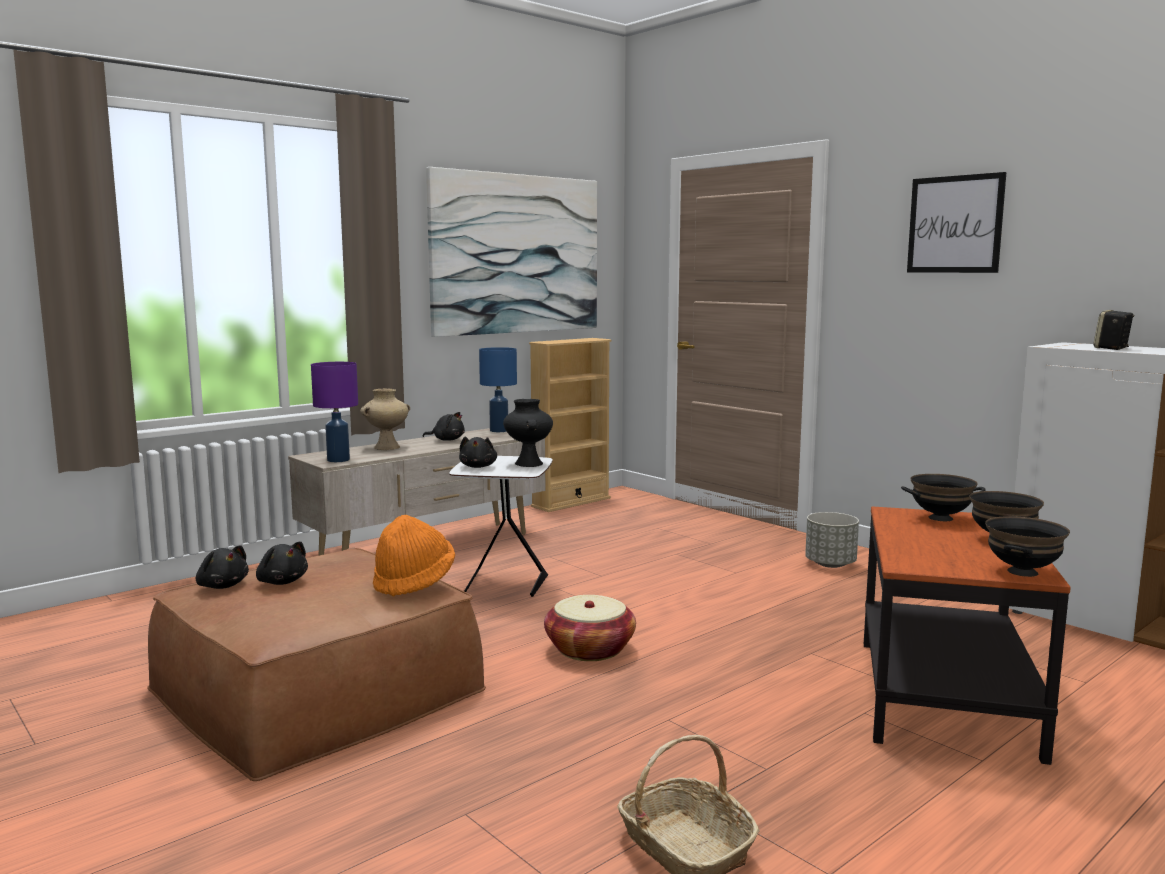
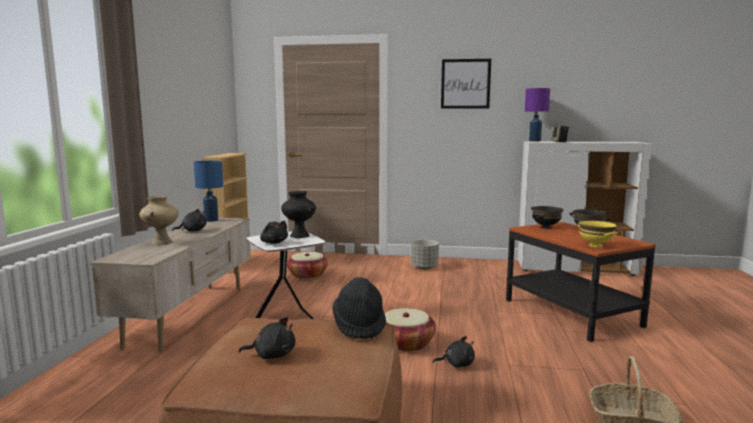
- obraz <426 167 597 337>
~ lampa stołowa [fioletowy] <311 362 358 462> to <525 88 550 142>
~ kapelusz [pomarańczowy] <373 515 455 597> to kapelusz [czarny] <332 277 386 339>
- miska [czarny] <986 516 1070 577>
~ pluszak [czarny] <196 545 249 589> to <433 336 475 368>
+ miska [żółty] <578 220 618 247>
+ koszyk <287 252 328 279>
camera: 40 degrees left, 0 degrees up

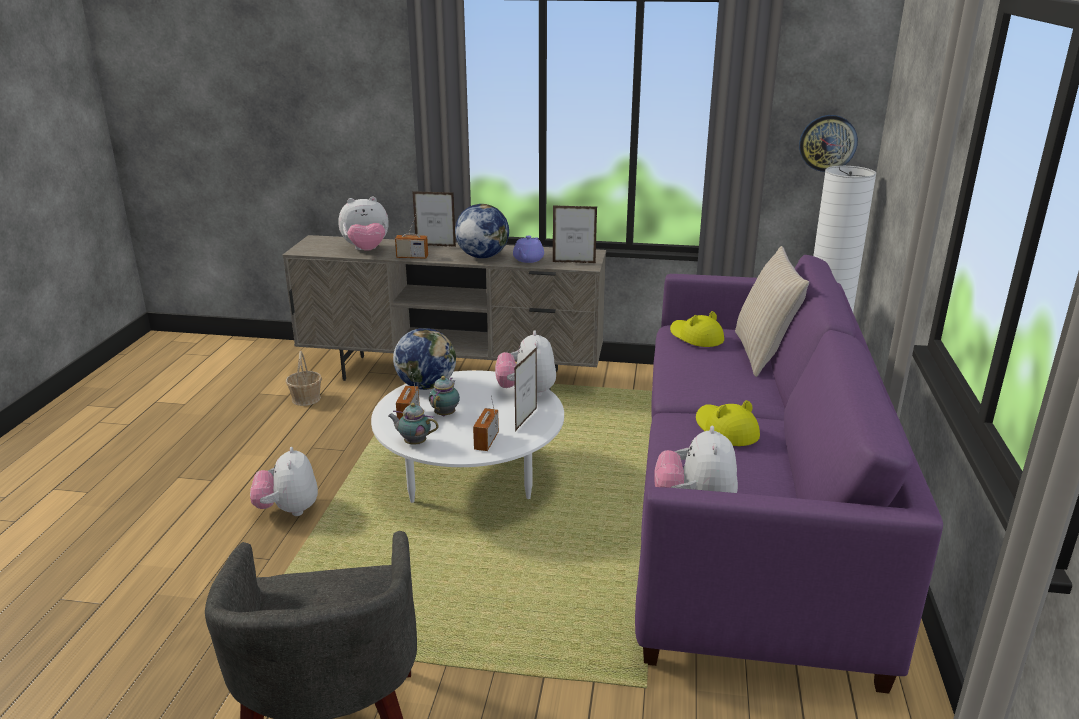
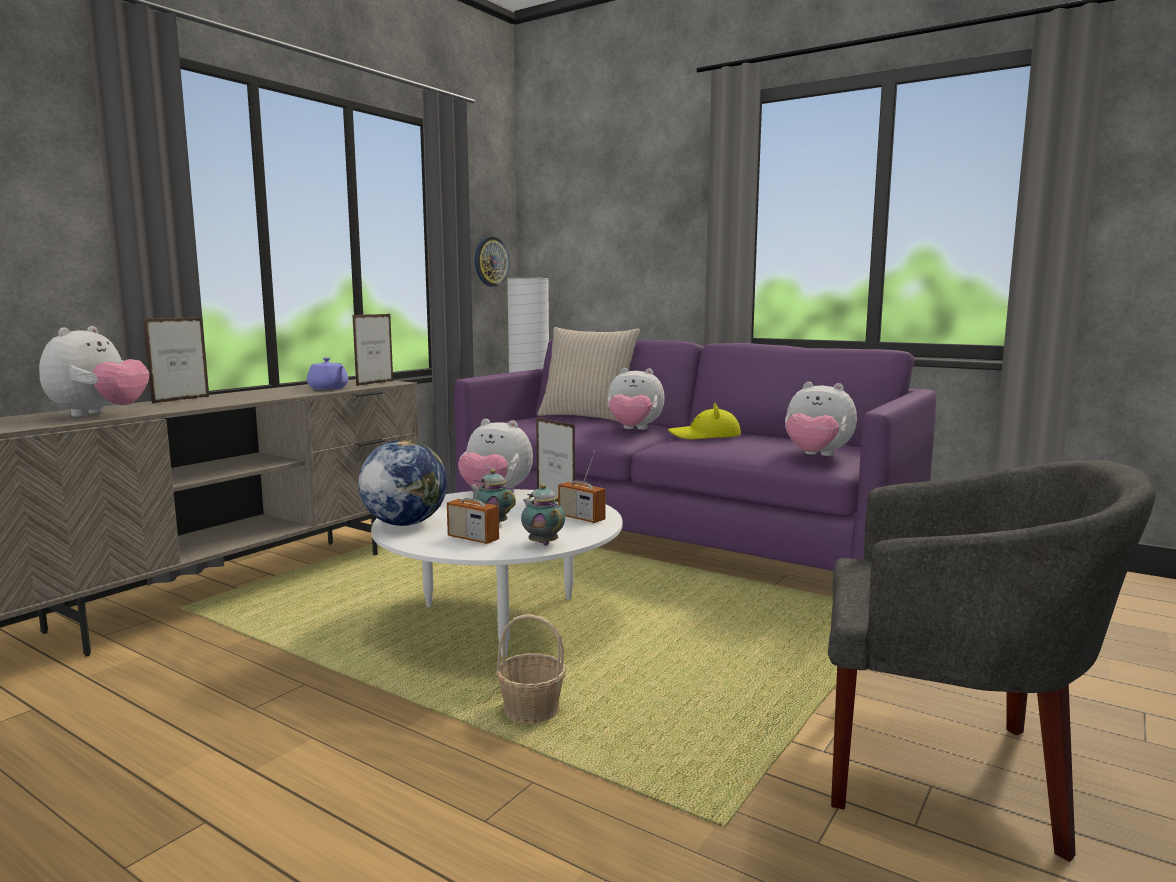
- globus <455 204 509 258>
- radio <395 212 428 259>
- kapelusz [żółty] <670 311 724 347>
~ koszyk <285 351 322 406> to <496 614 566 724>
~ imbryk <388 403 439 445> = <521 484 565 546> 105 degrees clockwise
~ pluszak <250 447 318 516> to <608 368 665 430>
camera: 65 degrees left, 15 degrees down

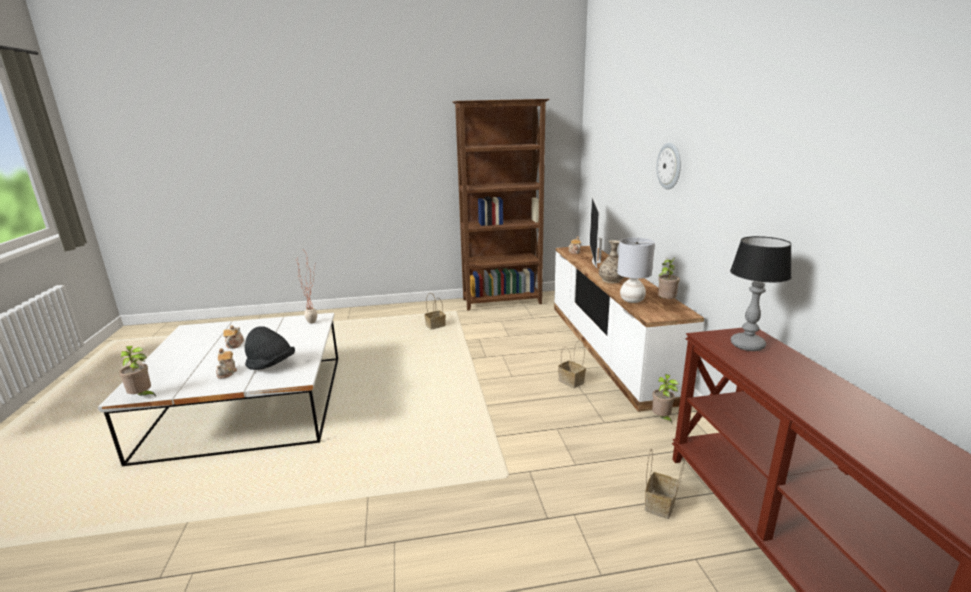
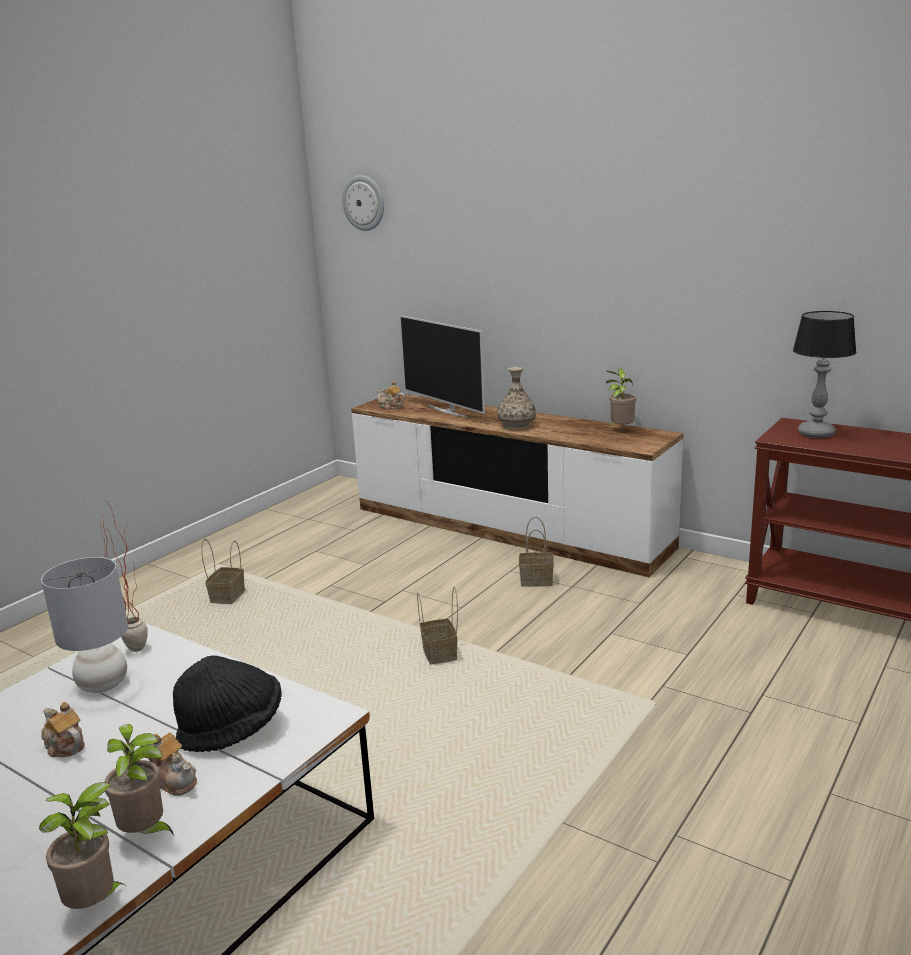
- regał [brązowy] <452 99 549 311>
~ zegar ścienny <657 143 681 190> to <342 175 384 231>
~ lampa stołowa [szary] <617 238 655 303> to <41 557 128 693>
~ roślina doniczkowa <652 374 678 423> to <104 724 174 835>
~ koszyk <645 449 685 519> to <417 587 458 664>
camera: 45 degrees left, 0 degrees up

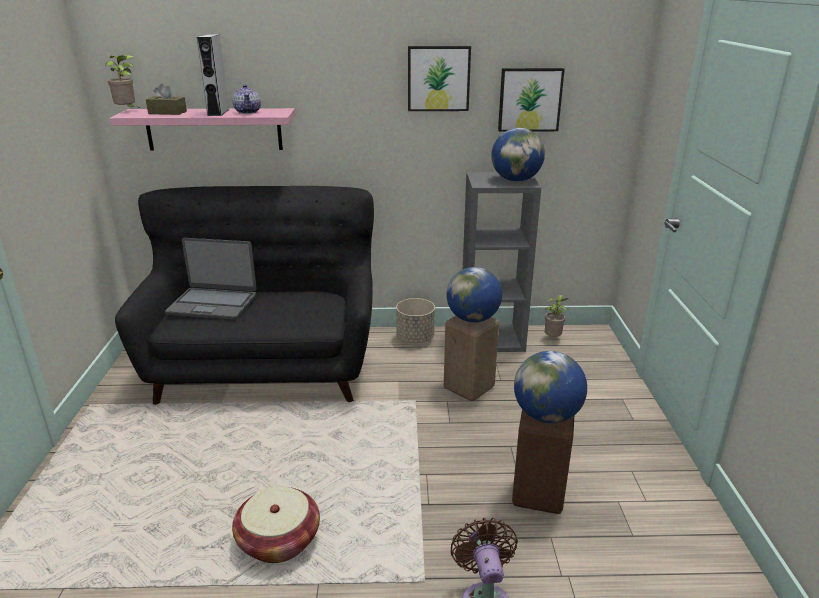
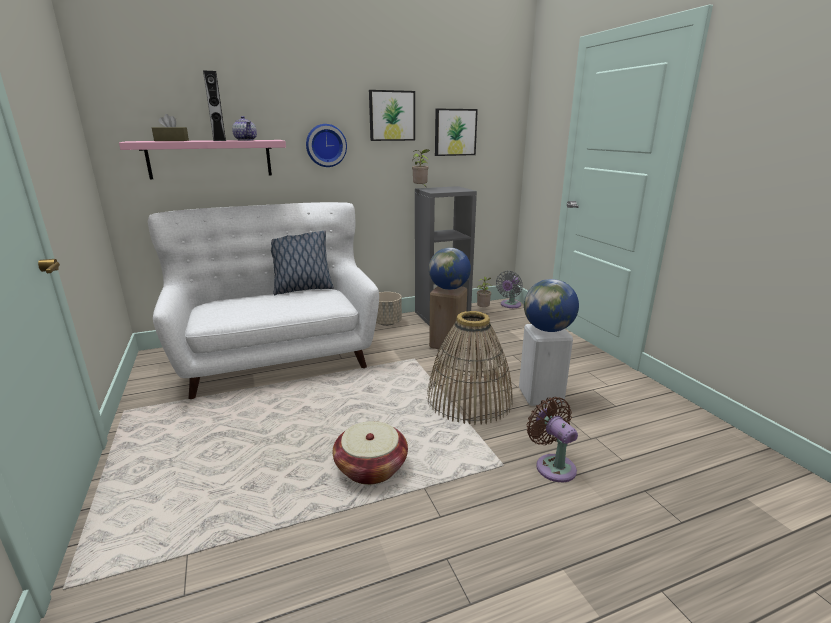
~ roślina doniczkowa <105 55 137 107> to <412 149 430 186>
- globus <491 128 545 182>
~ kanapa [czarny] <115 186 374 405> to kanapa [biały] <148 202 379 399>
- laptop <165 238 257 320>
~ stołek [brązowy] <512 409 574 514> to stołek [biały] <519 324 573 406>
+ zegar ścienny <306 124 347 167>
+ poduszka <271 230 334 295>
+ wentylator [szary] <496 271 523 308>
+ koszyk <427 311 513 425>
camera: 20 degrees left, 5 degrees down

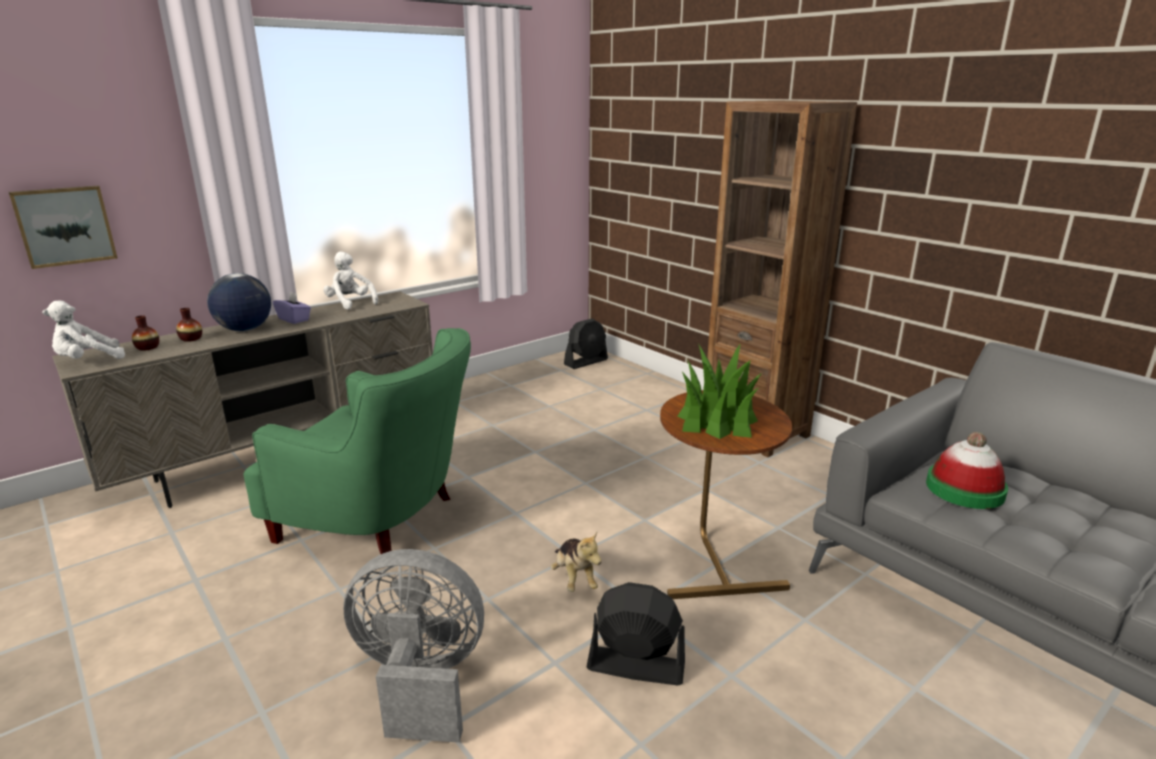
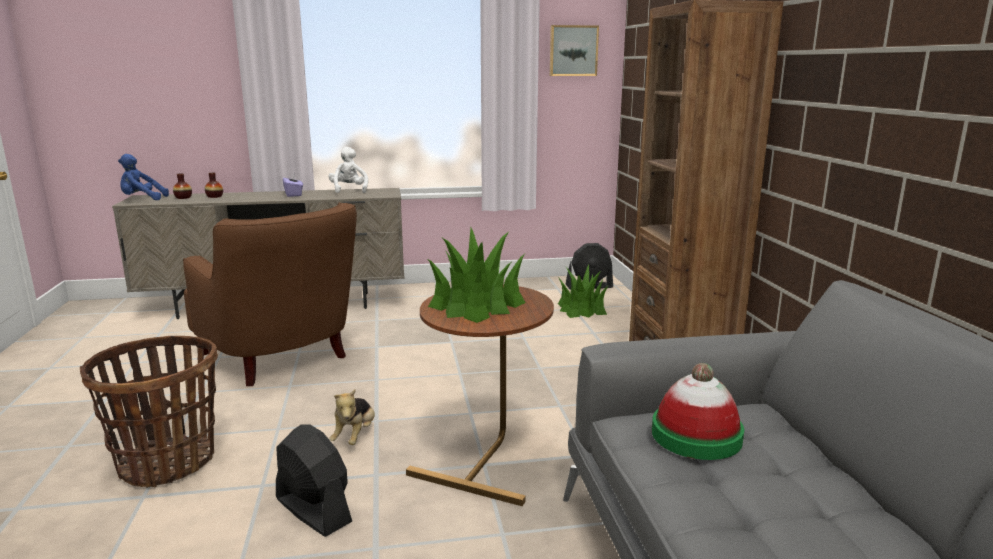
~ obraz <9 186 117 269> to <550 25 599 76>
- globus <207 273 271 331>
~ pluszak [biały] <42 301 125 359> to pluszak [niebieski] <118 154 169 200>
~ fotel [zielony] <244 328 471 554> to fotel [brązowy] <183 202 357 386>
~ wentylator [szary] <343 549 484 743> to koszyk <80 336 218 488>
+ roślina doniczkowa <558 265 608 318>
camera: 30 degrees right, 5 degrees down

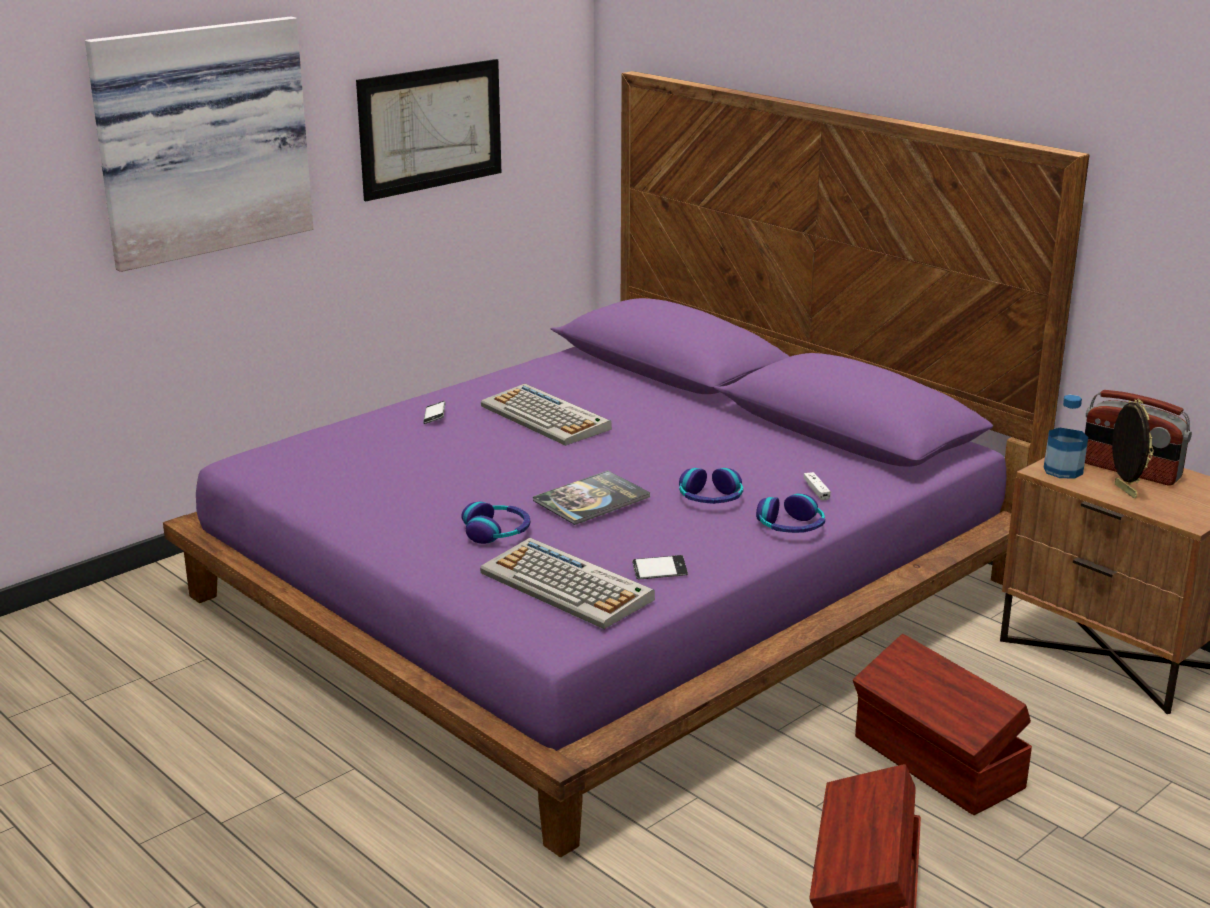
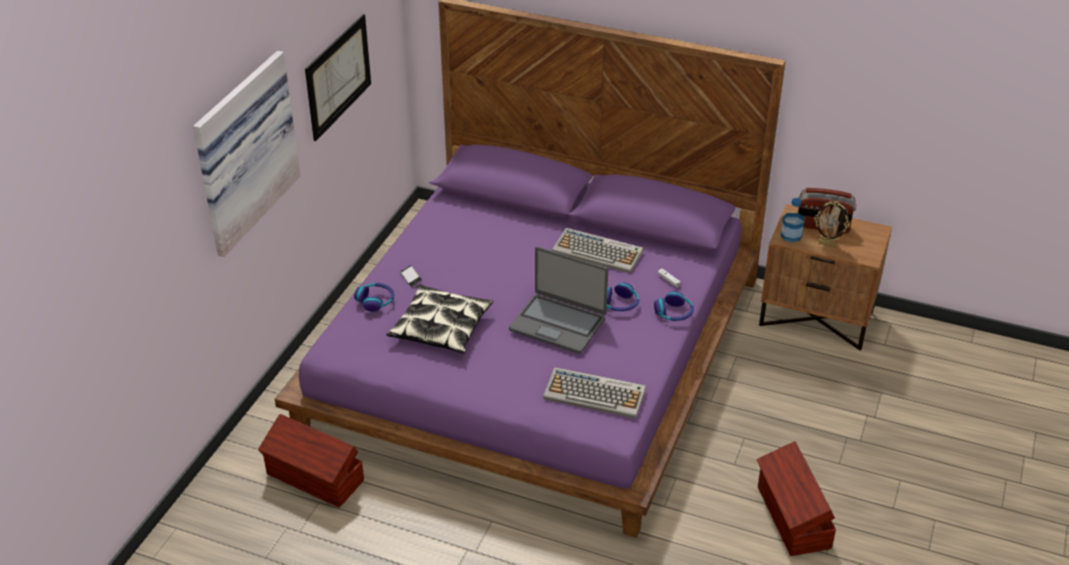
~ klawiatura <481 384 612 446> to <552 228 643 273>
~ ramka na zdjęcie <1112 399 1154 498> = <814 201 850 247> 150 degrees clockwise
~ książka <533 470 651 525> to laptop <509 247 608 354>
~ słuchawki <461 502 530 544> to <354 283 394 312>
- telefon <632 555 688 579>
~ pojemnik do przechowywania [brązowy] <853 634 1032 815> to <258 414 364 508>
+ poduszka <386 285 493 354>
camera: 25 degrees left, 15 degrees up

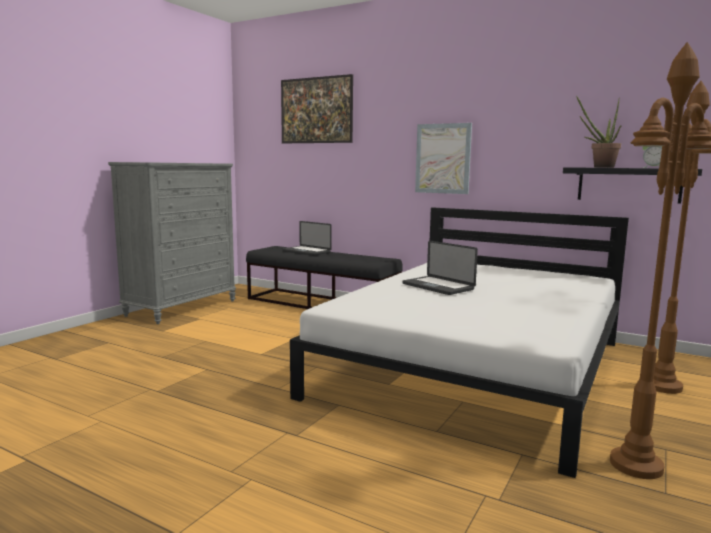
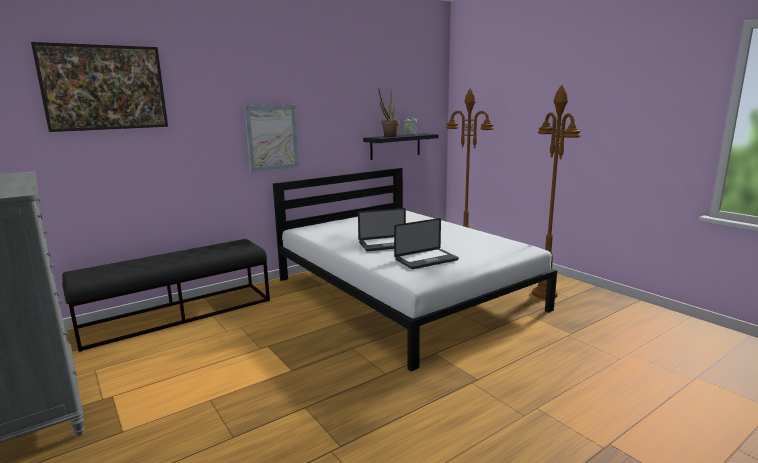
~ laptop <282 221 332 256> to <394 218 459 269>
camera: 65 degrees left, 5 degrees up

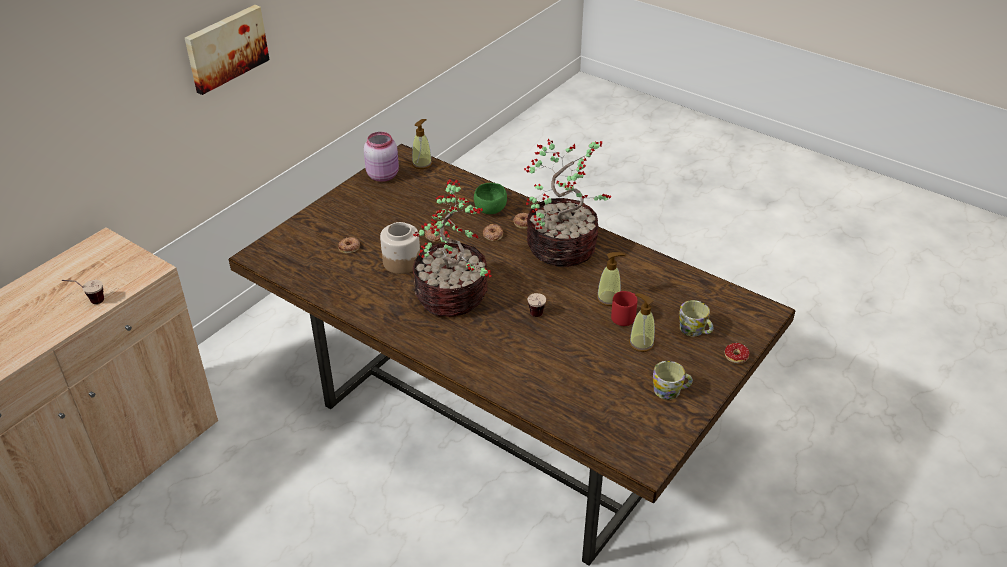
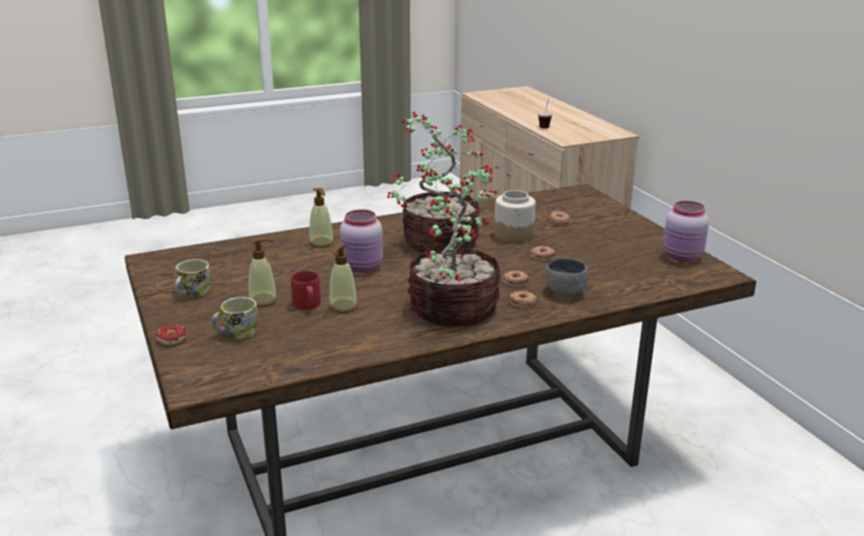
- obraz <185 5 269 95>
~ dozownik mydła <412 119 432 169> to <309 188 334 248>
~ miska [zielony] <474 183 507 214> to miska [szary] <545 258 589 296>
~ filiżanka <528 293 546 317> to słoik [różowy] <340 209 383 273>
camera: 120 degrees right, 15 degrees down

